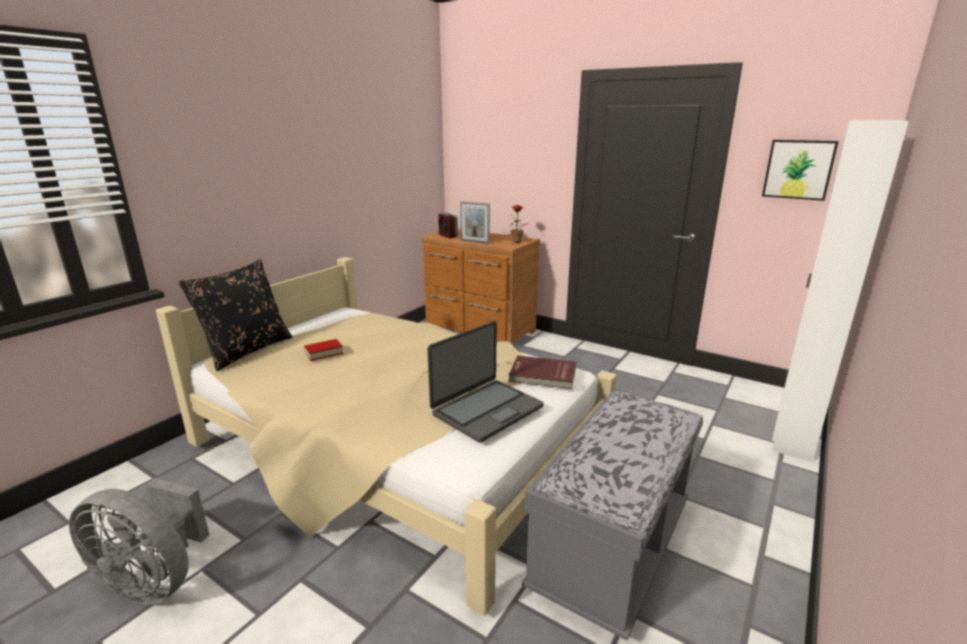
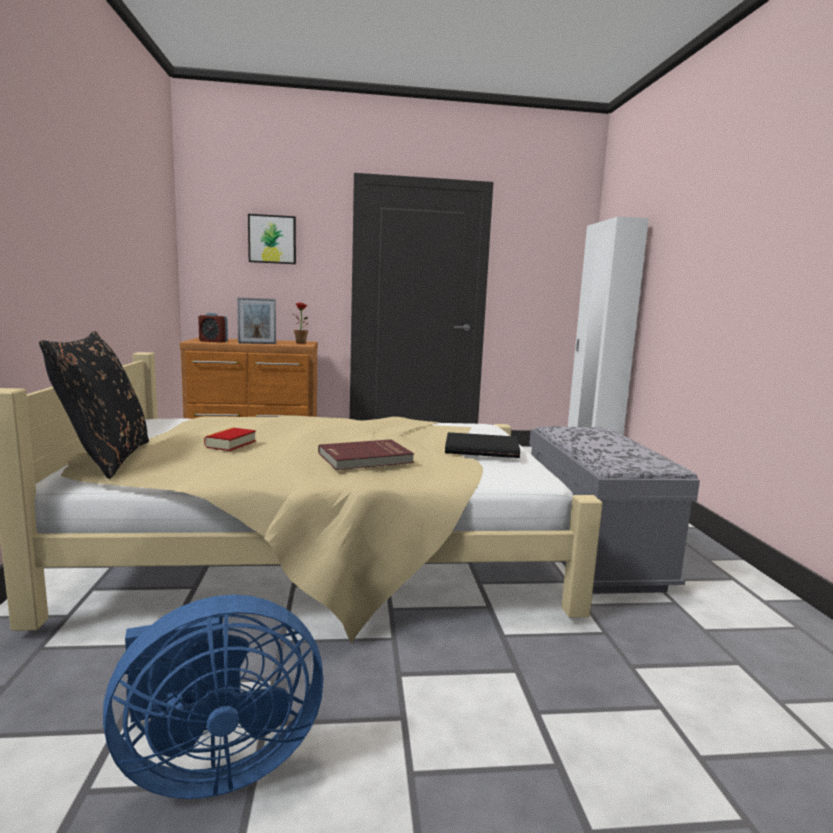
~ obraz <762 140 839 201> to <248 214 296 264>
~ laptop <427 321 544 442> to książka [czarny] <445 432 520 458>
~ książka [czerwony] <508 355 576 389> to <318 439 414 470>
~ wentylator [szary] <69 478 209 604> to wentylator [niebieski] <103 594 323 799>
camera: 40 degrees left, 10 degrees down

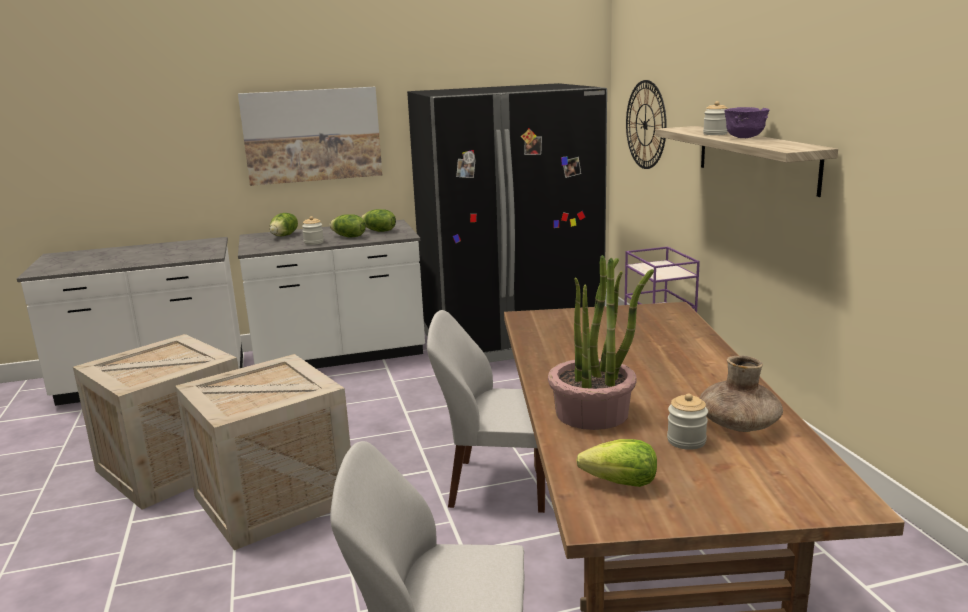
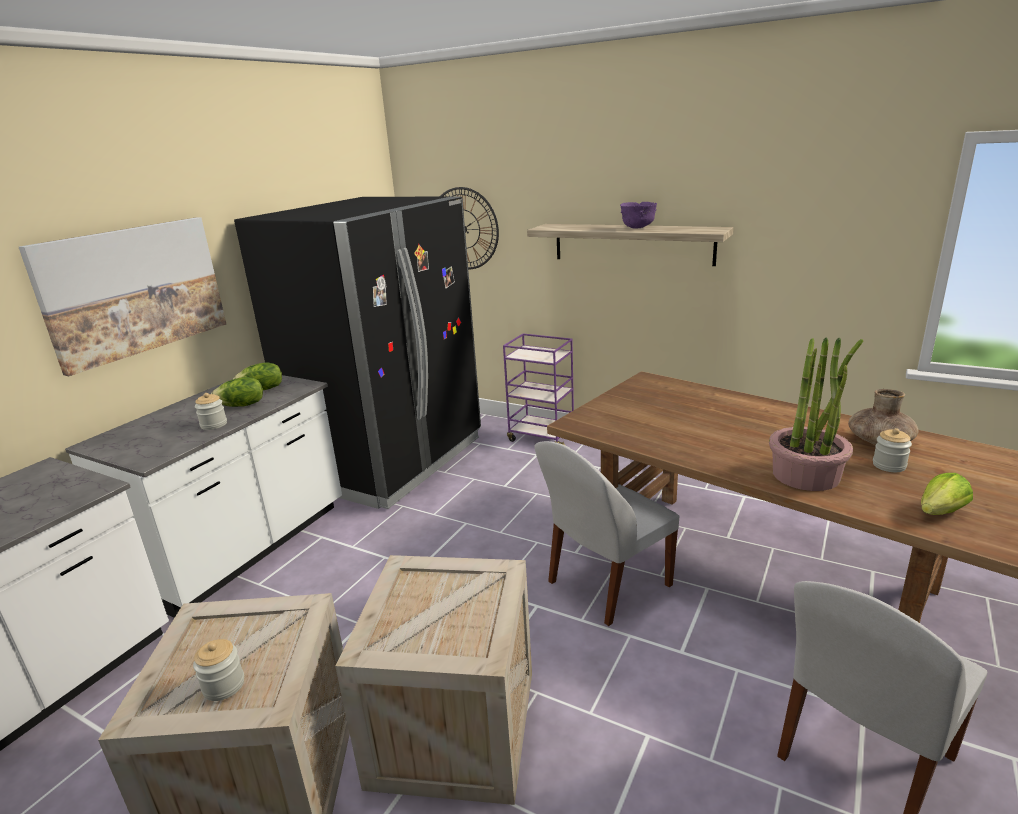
~ słoik <703 101 728 135> to <193 639 244 701>
- sałata <270 213 298 236>
camera: 45 degrees left, 5 degrees up

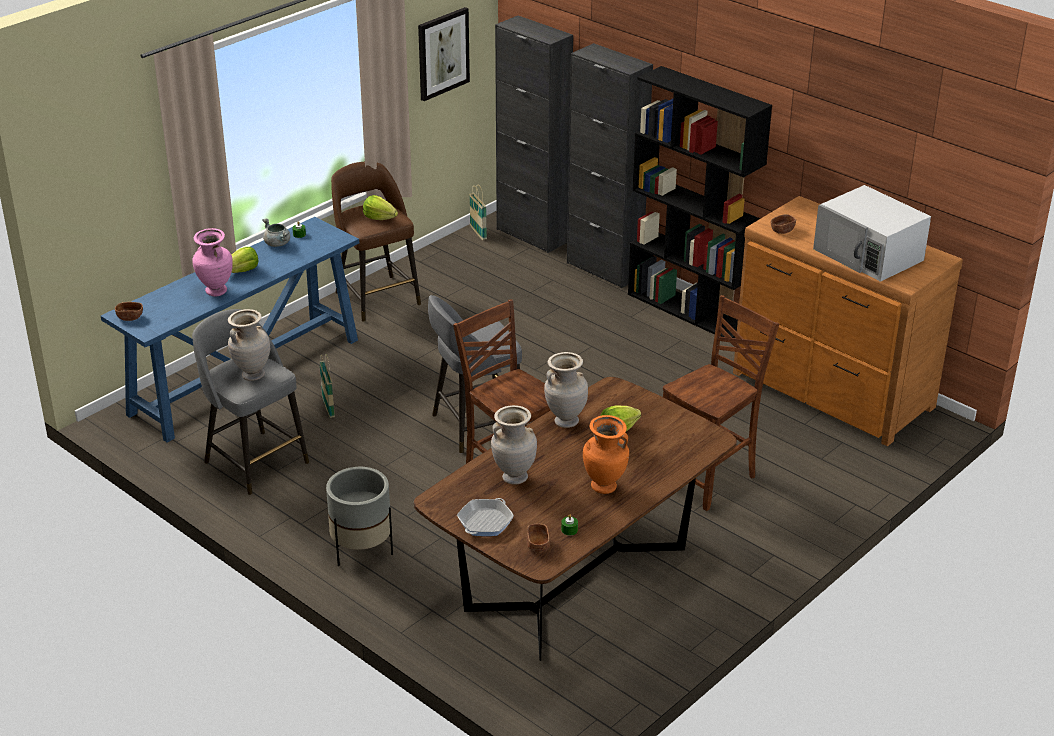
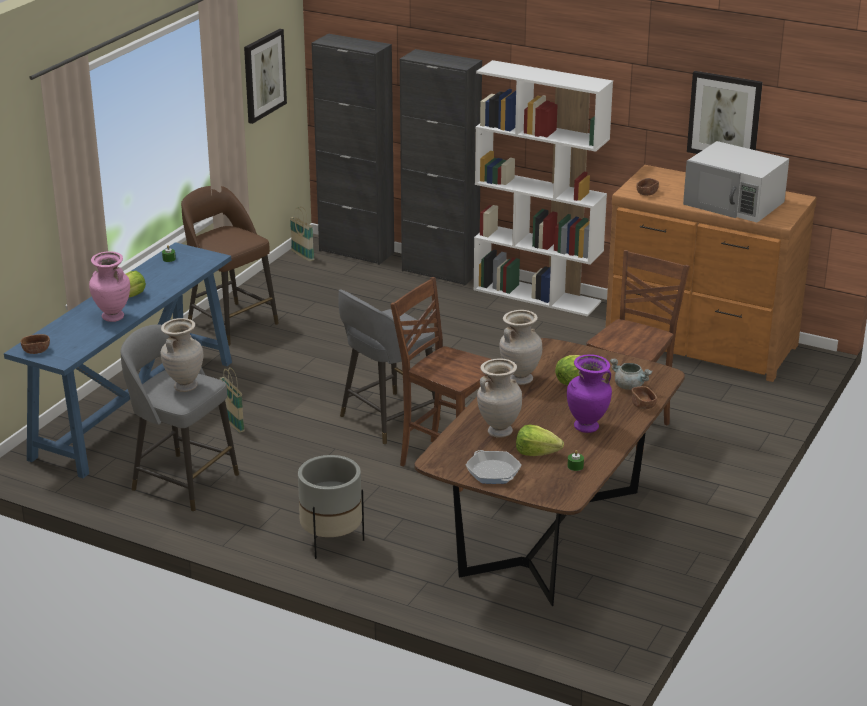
~ regał [czarny] <628 66 772 338> to regał [biały] <473 60 613 317>
~ sałata <363 195 398 220> to <516 425 564 456>
~ garnek [szary] <262 218 290 247> to <610 359 653 390>
~ wazon [pomarańczowy] <583 415 629 494> to wazon [fioletowy] <567 354 612 433>
~ patelnia <457 498 514 536> = <466 450 522 484> 45 degrees counterclockwise
~ miska [brązowy] <527 524 550 552> to <631 386 657 409>
+ obraz <687 71 762 154>
camera: 15 degrees left, 5 degrees down

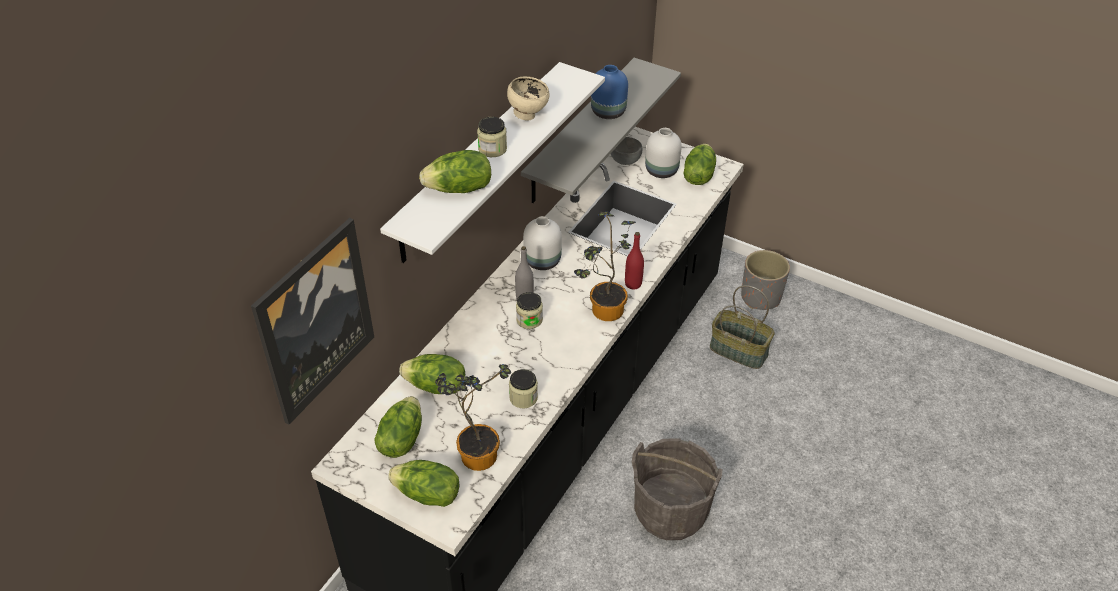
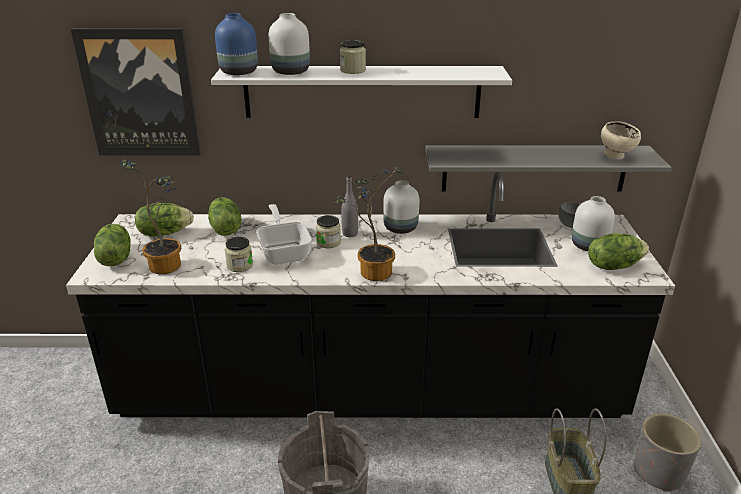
~ wazon [niebieski] <591 65 628 119> to <215 13 258 75>
~ miska [beżowy] <507 77 550 121> to <601 121 641 160>
~ sałata <419 150 491 193> to wazon [biały] <269 13 310 75>
- butelka [czerwony] <625 232 644 289>
+ patelnia <256 204 312 264>
camera: 60 degrees right, 15 degrees down

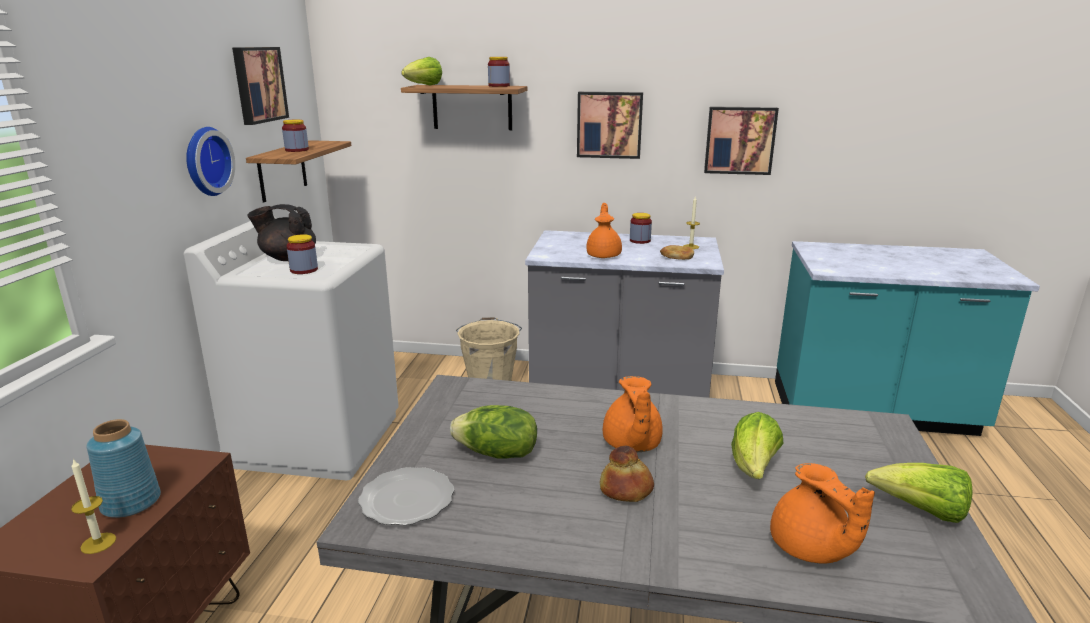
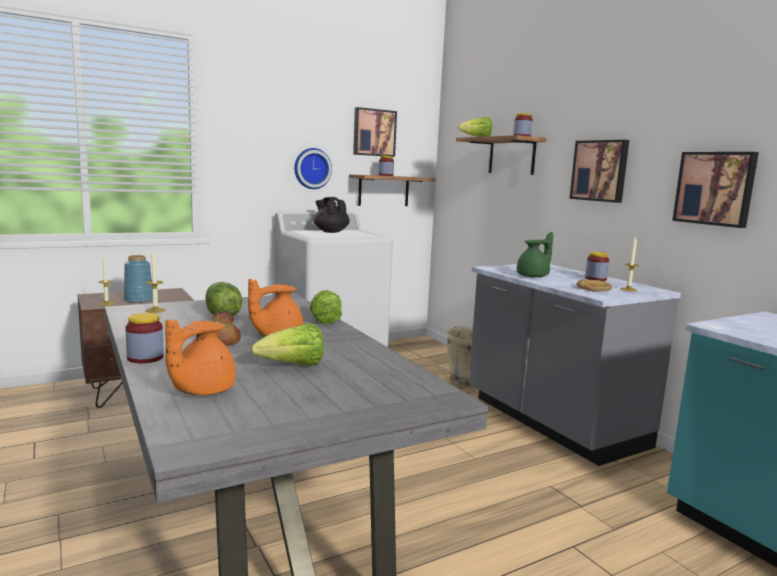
~ imbryk [pomarańczowy] <586 203 622 258> to imbryk [zielony] <517 232 553 277>
~ słoik <287 234 318 274> to <126 313 164 363>
~ sałata <865 463 972 523> to <310 290 342 324>
~ talerz <358 467 454 525> to świeca <145 250 166 313>
camera: 50 degrees right, 10 degrees down

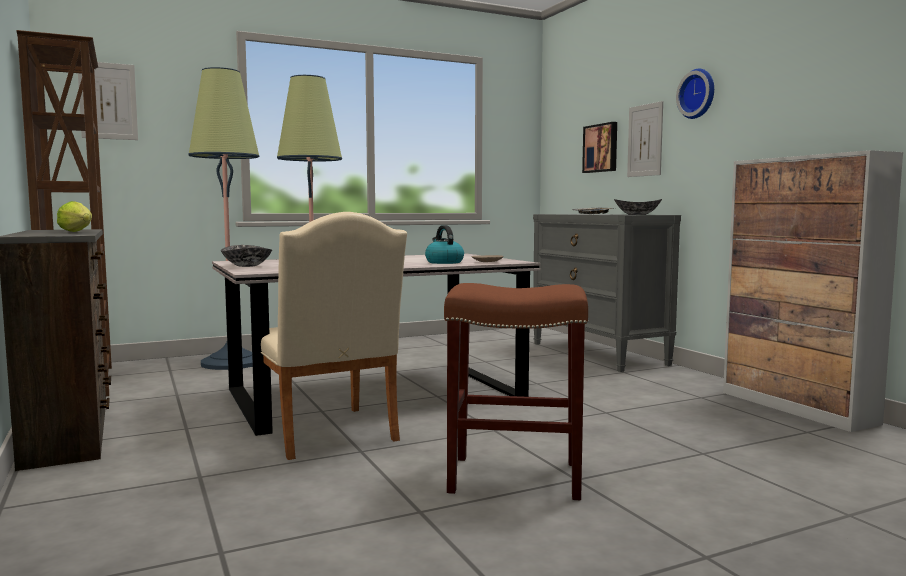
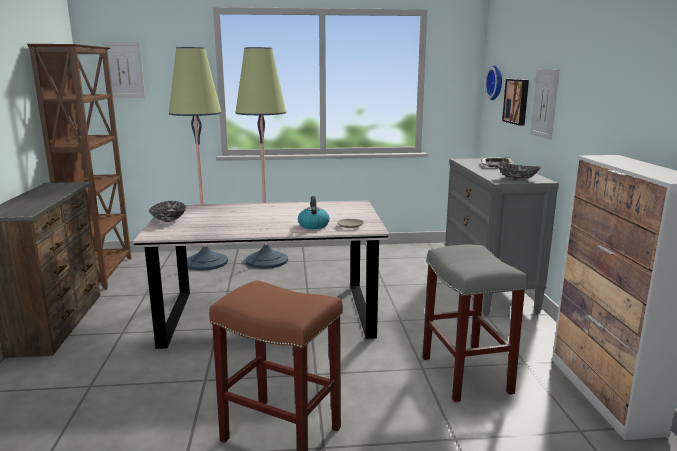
~ zegar ścienny <676 69 714 119> to <485 65 502 100>
- sałata <57 201 92 232>
- krzesło [beżowy] <261 212 407 460>
+ stołek [szary] <423 245 528 402>
camera: 20 degrees right, 10 degrees up

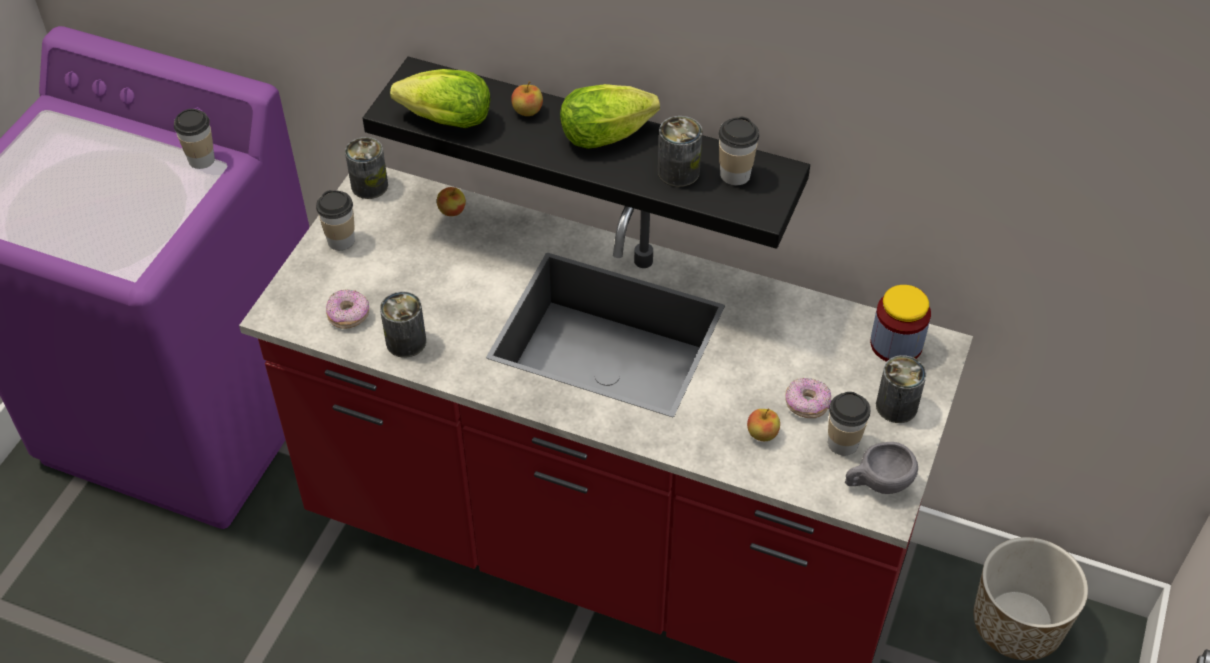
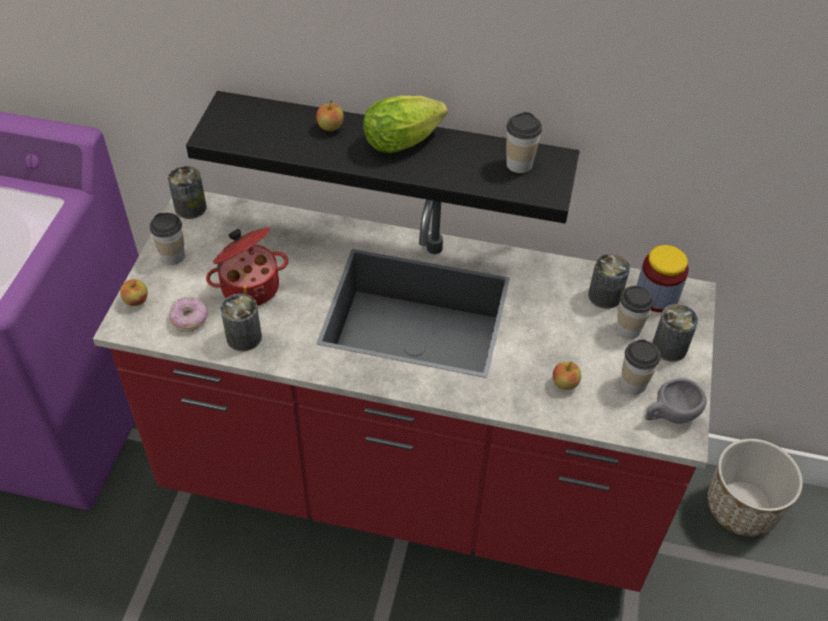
- sałata <390 69 490 128>
~ filiżanka <174 109 215 169> to <616 286 654 339>
~ puszka <658 116 703 187> to <588 253 630 309>
~ jabłko <437 187 466 216> to <120 279 148 306>
- donut <785 378 831 418>
+ garnek <206 227 288 306>
camera: 10 degrees left, 0 degrees up

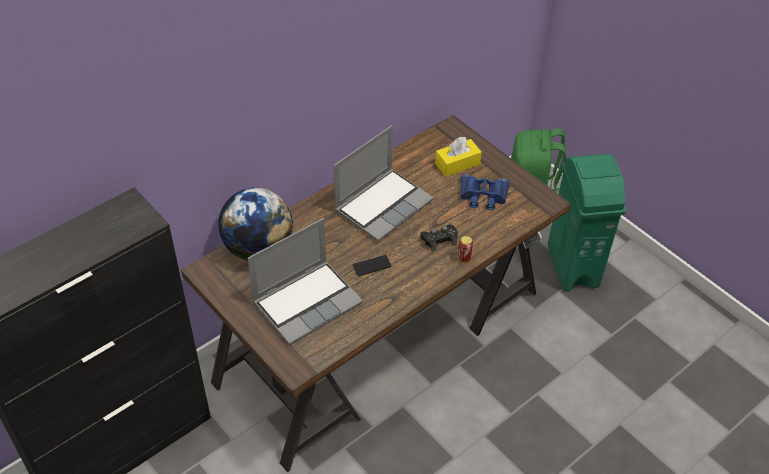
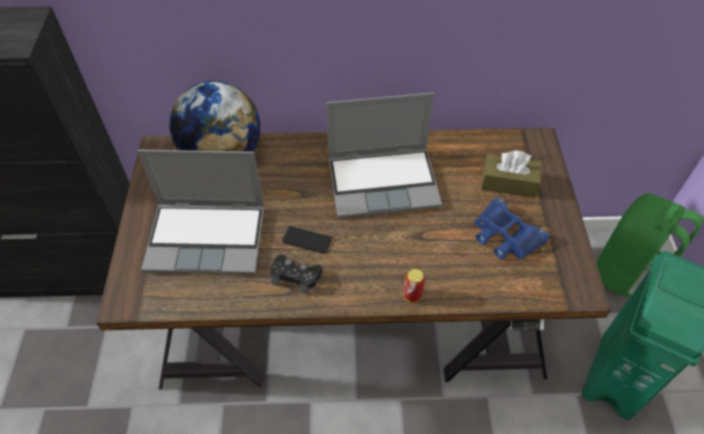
~ pudełko chusteczek [żółty] <435 137 482 177> to pudełko chusteczek [brązowy] <481 150 541 198>
~ pad do gier [czarny] <420 225 458 251> to <270 255 322 295>
camera: 40 degrees right, 5 degrees up

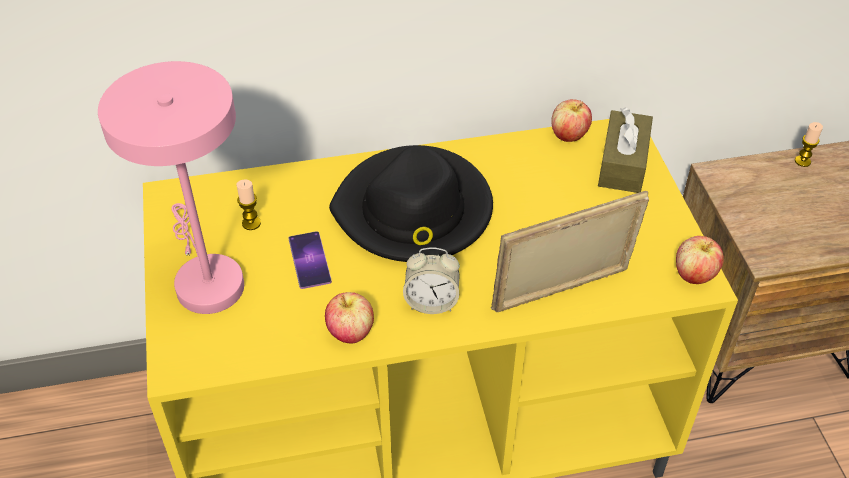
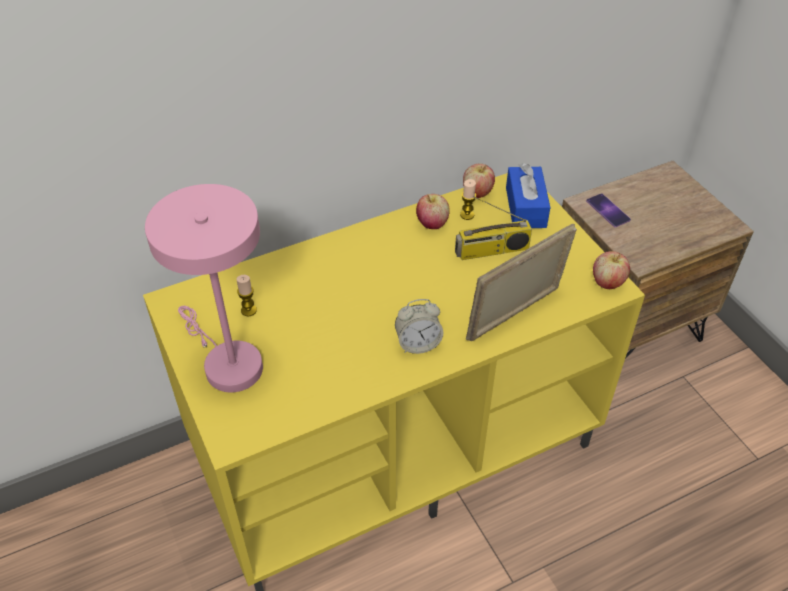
~ pudełko chusteczek [brązowy] <598 107 653 193> to pudełko chusteczek [niebieski] <506 163 550 228>
~ świeca <795 122 823 167> to <460 179 476 220>
- kapelusz [czarny] <329 145 493 262>
~ telefon <288 231 332 289> to <586 193 631 227>
~ jabłko <325 292 374 343> to <416 194 450 229>
+ radio <455 196 532 260>
camera: 15 degrees left, 0 degrees up

